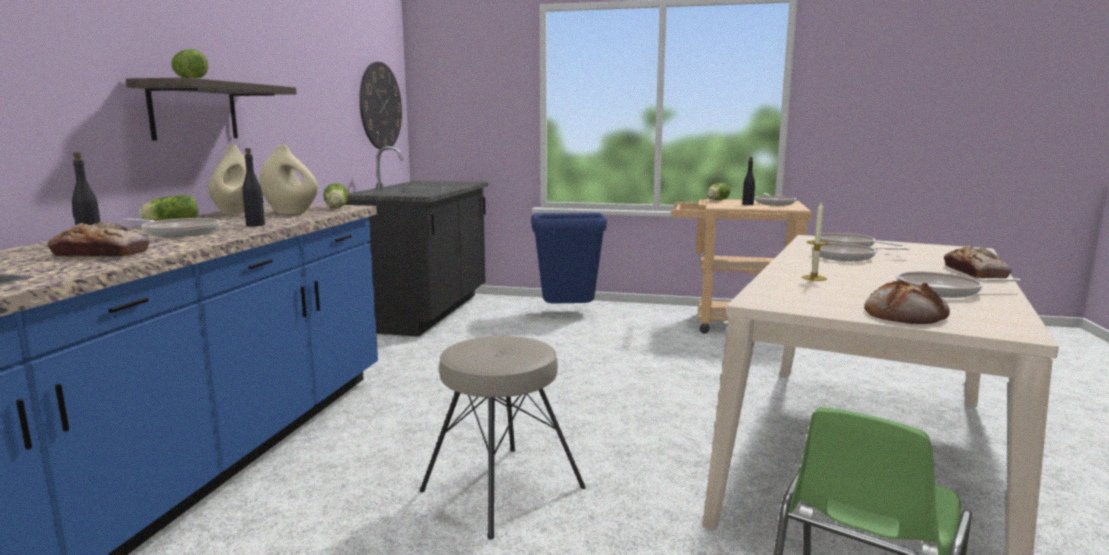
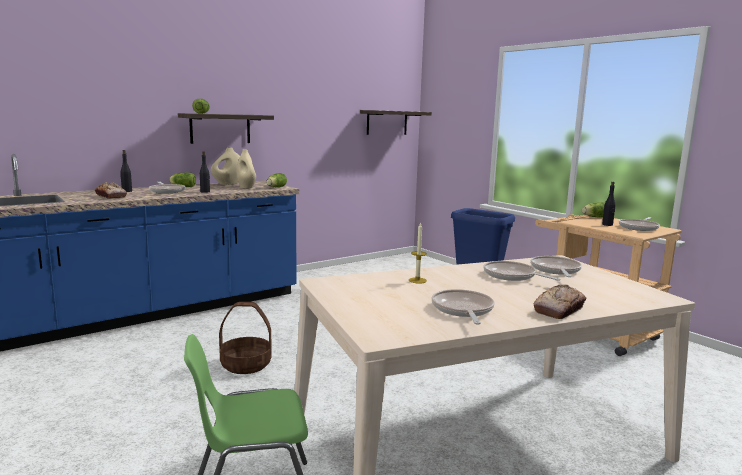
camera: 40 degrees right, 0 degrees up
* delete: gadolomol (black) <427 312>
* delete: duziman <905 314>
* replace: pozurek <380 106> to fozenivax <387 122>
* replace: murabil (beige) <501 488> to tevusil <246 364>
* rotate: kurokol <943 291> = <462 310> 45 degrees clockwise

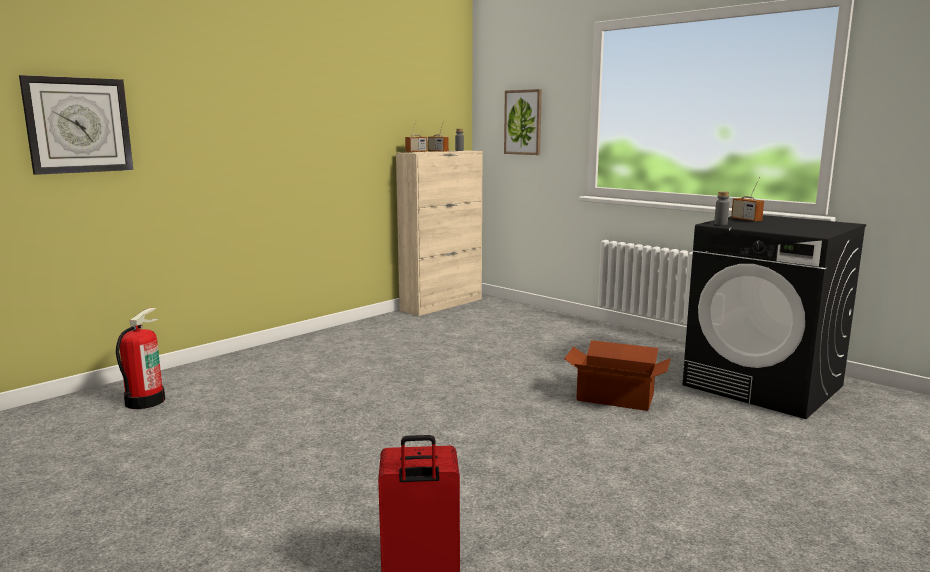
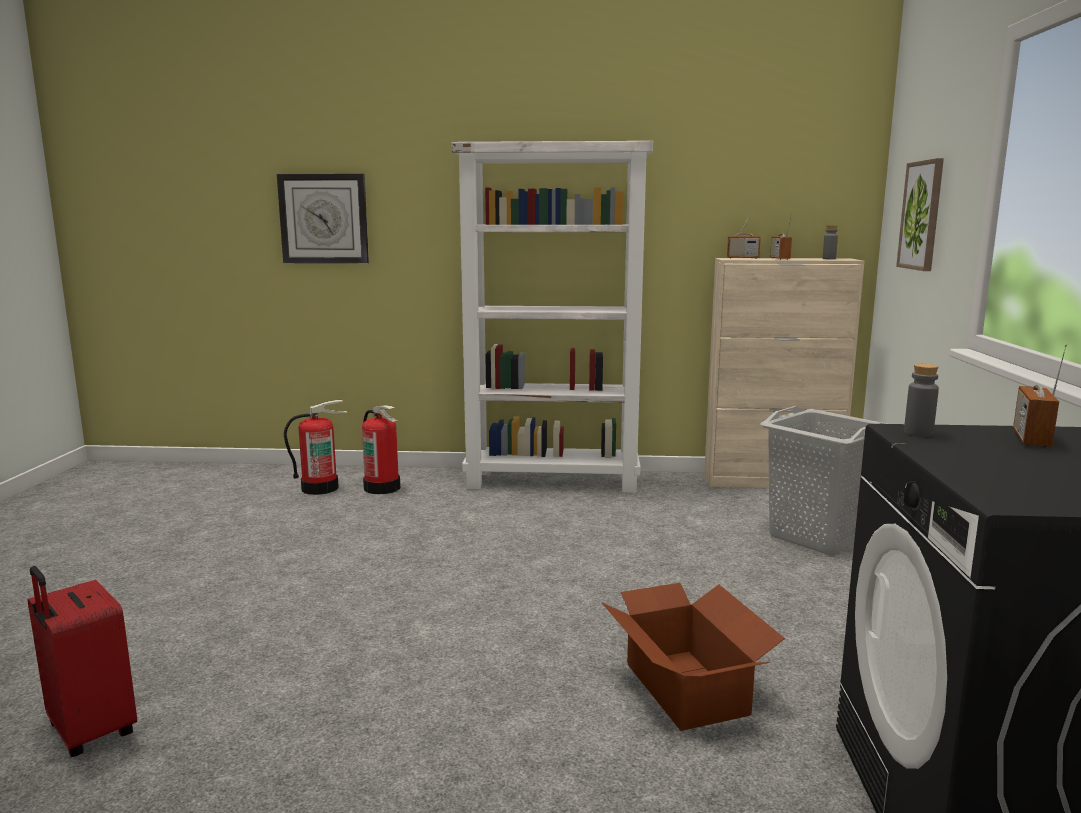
camera: 50 degrees right, 0 degrees up
* insert: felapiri <383 488>
* insert: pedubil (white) <553 481>
* insert: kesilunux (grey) <816 537>

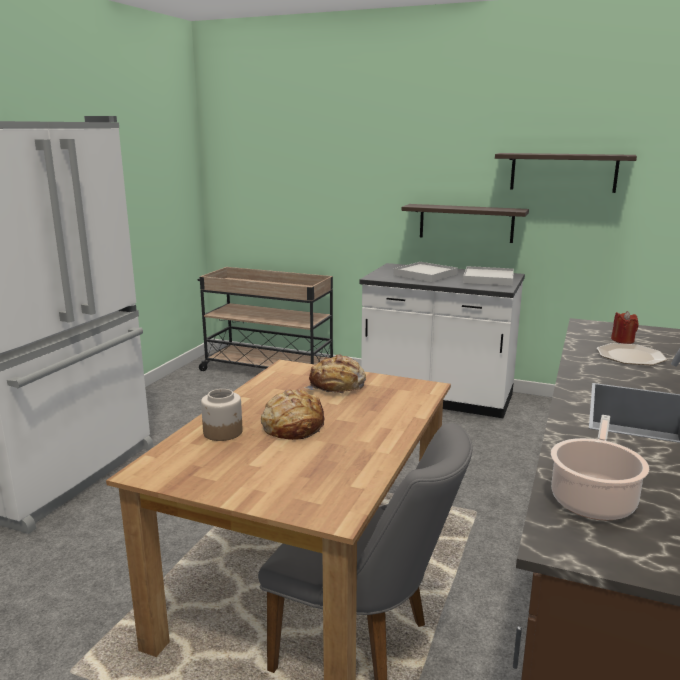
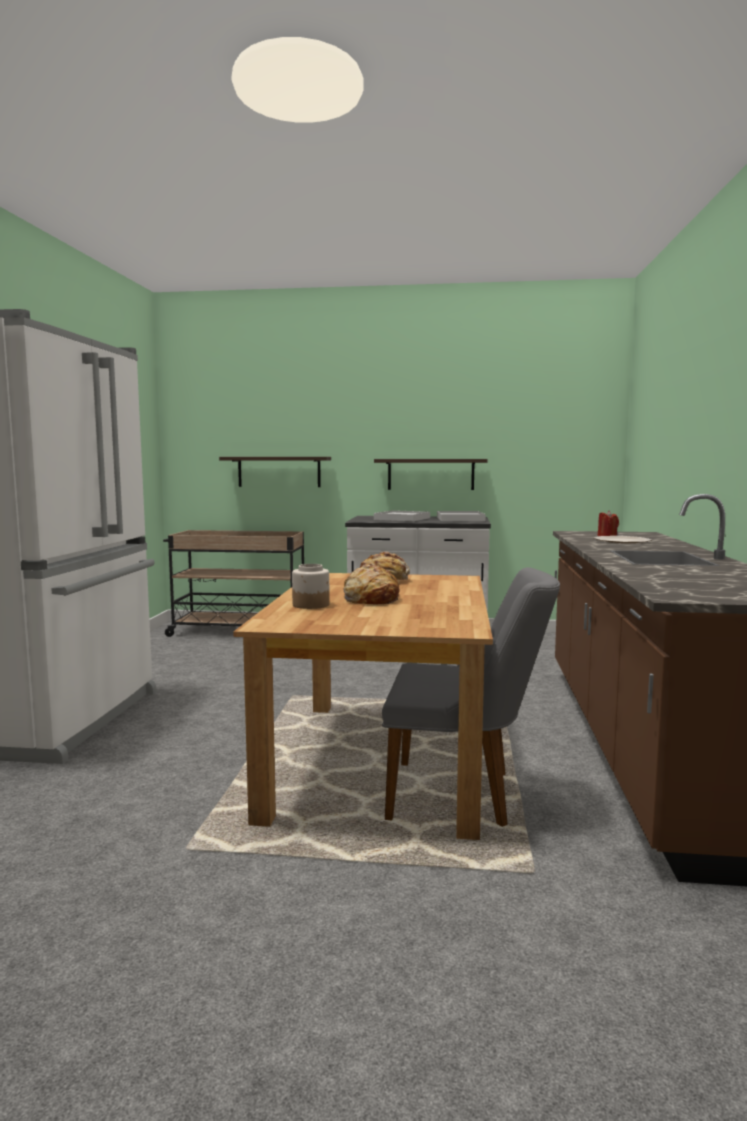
camera: 15 degrees left, 10 degrees down
* delete: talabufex <593 498>
* move: fozenivax <563 172> to <279 471>

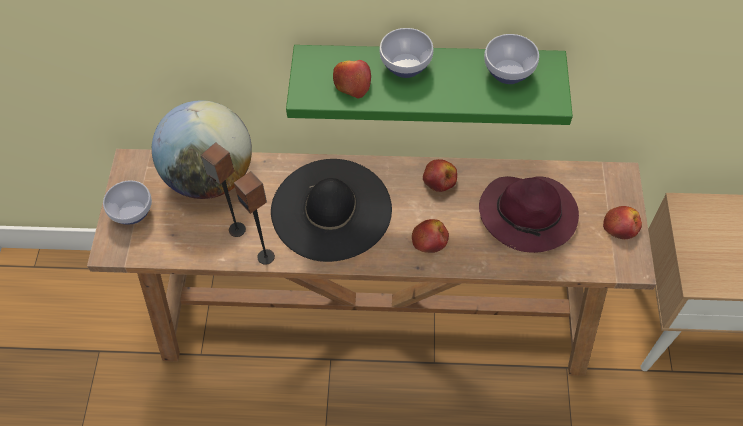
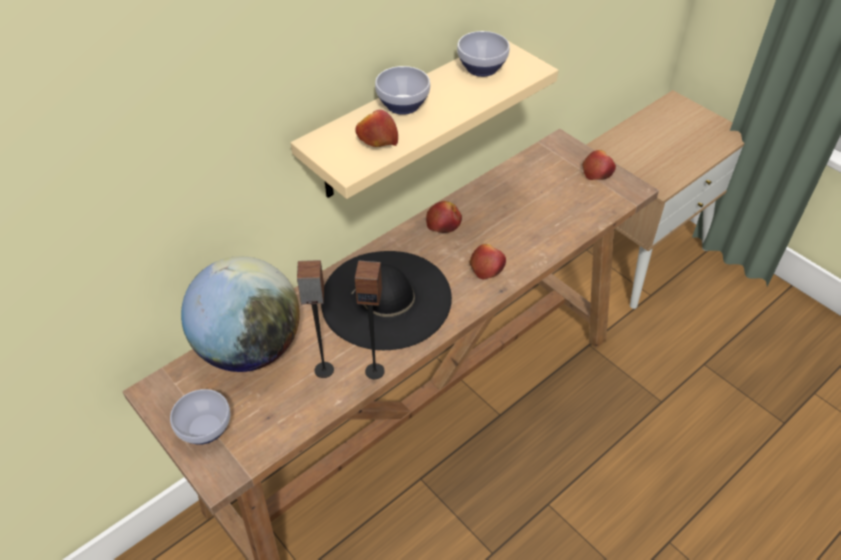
camera: 45 degrees left, 10 degrees down
* delete: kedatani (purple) <529 215>
* recolor: fozenivax (green) <427 75> to fozenivax (beige) <403 120>

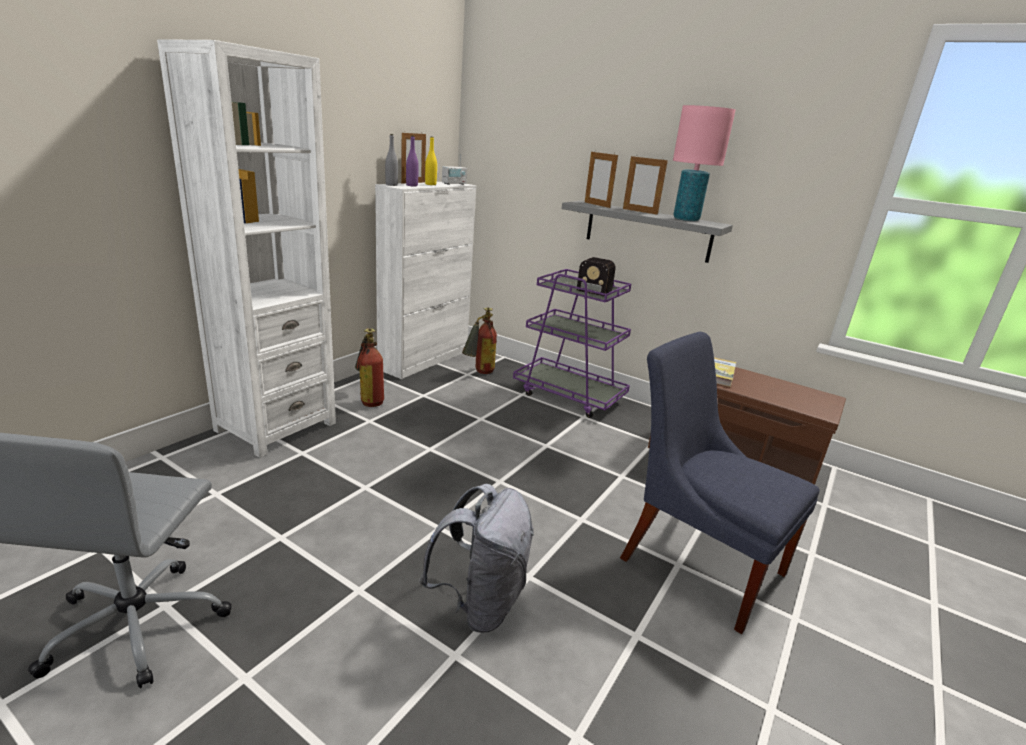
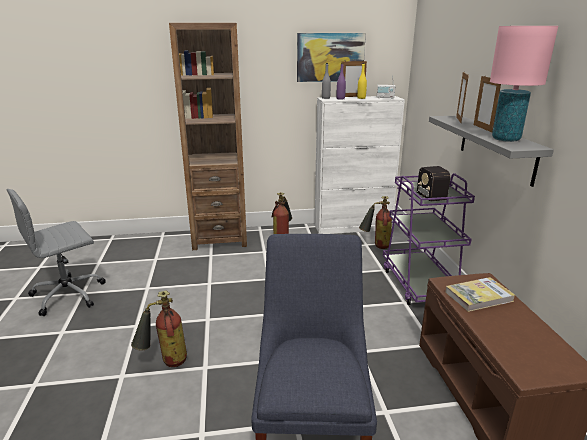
camera: 50 degrees right, 0 degrees up
* insert: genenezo <330 57>
* replace: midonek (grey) <479 603> to felapiri <165 363>
* recolor: pedubil (white) <276 426> to pedubil (brown) <220 238>

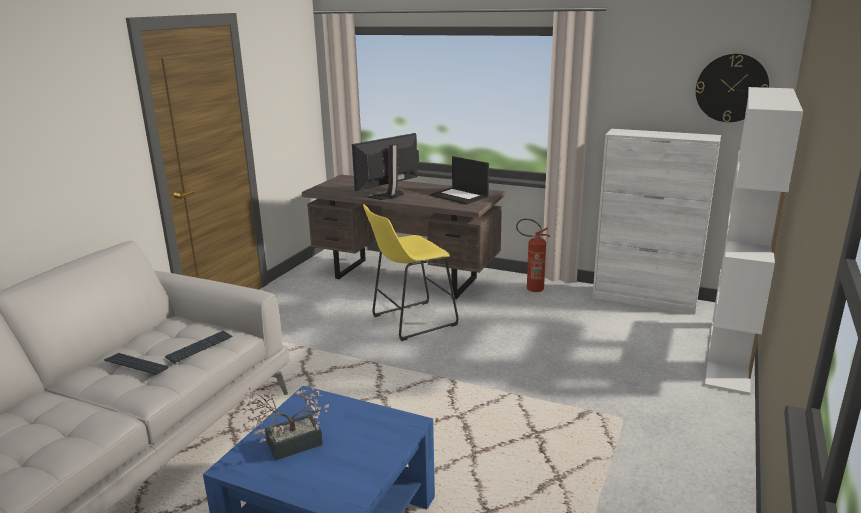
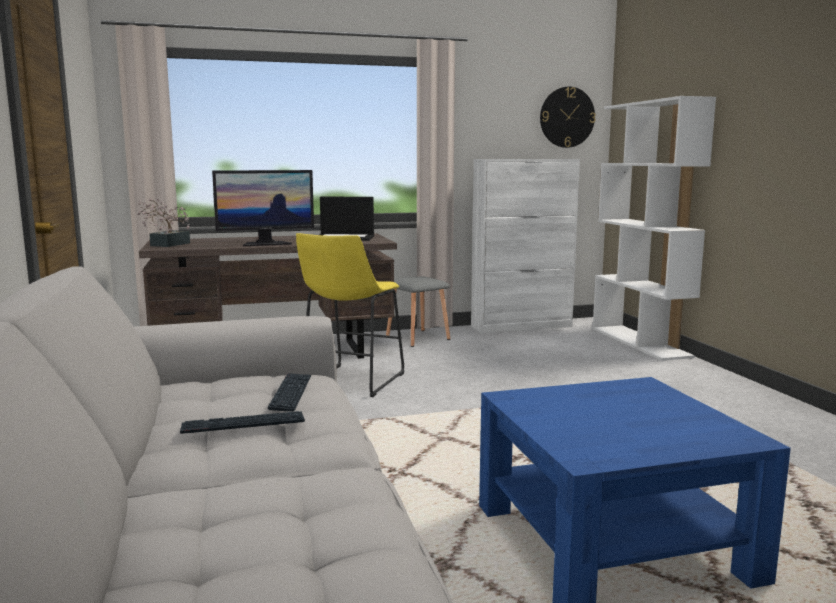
camera: 40 degrees left, 10 degrees down
* move: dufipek <287 445> to <166 245>
* replace: felapiri <530 289> to murabil (grey) <418 338>
* rotate: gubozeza <389 196> = <266 244> 120 degrees counterclockwise

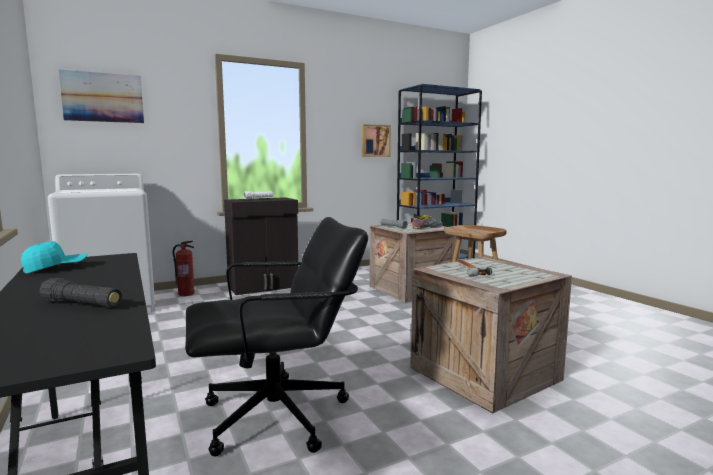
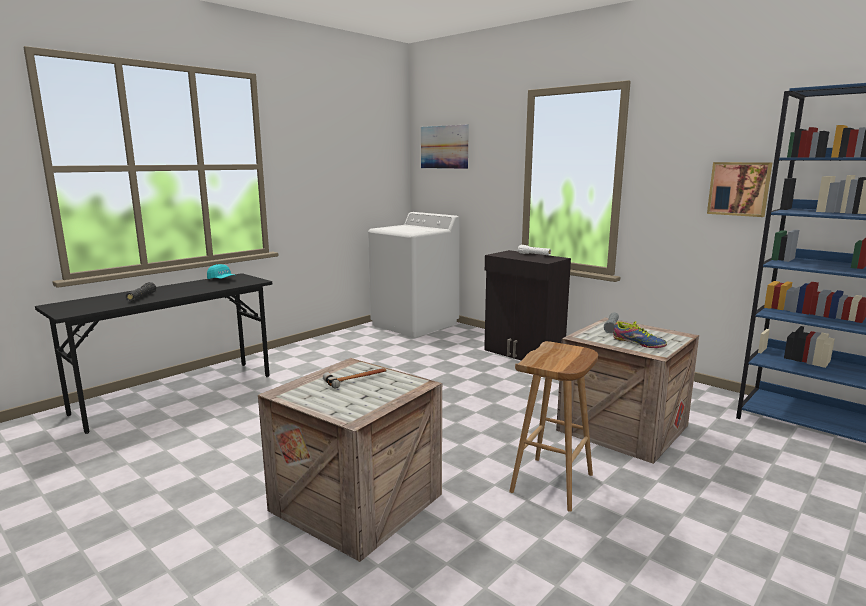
camera: 70 degrees right, 5 degrees up
* delete: felapiri <186 294>
* delete: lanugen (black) <277 416>

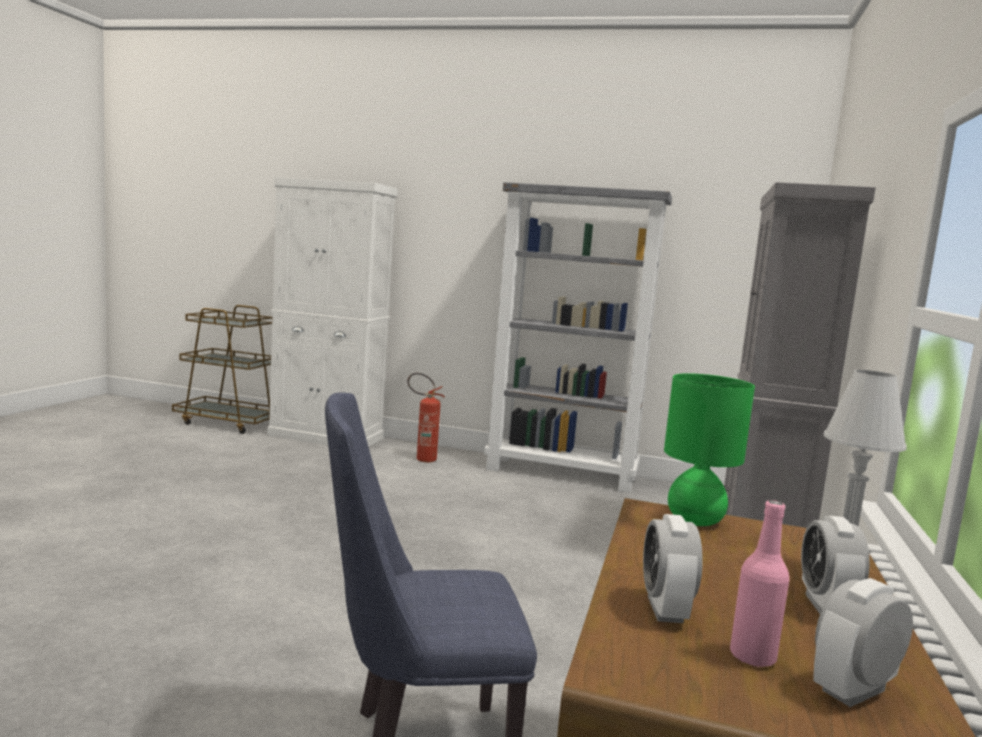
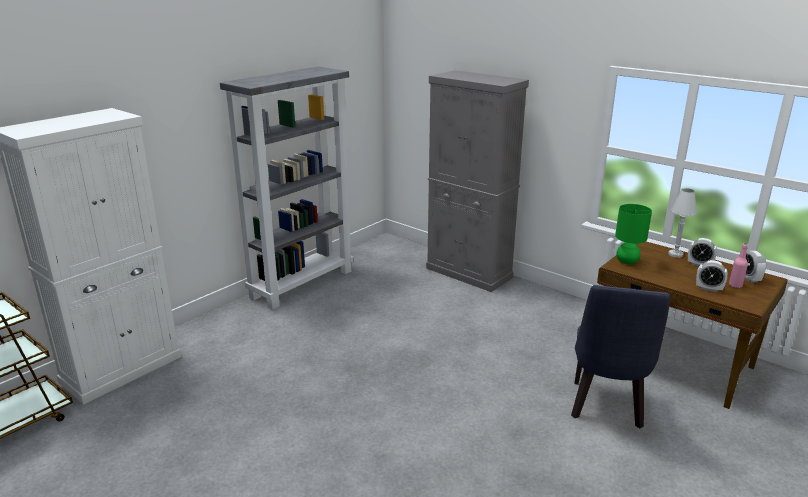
camera: 65 degrees left, 15 degrees up
* delete: felapiri <421 459>

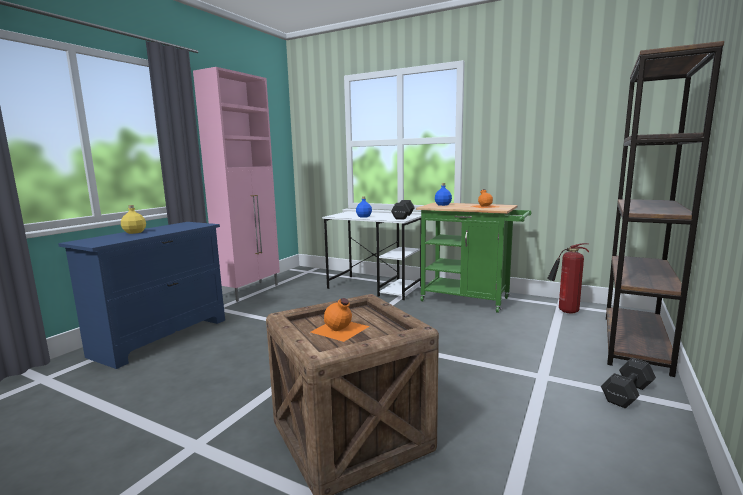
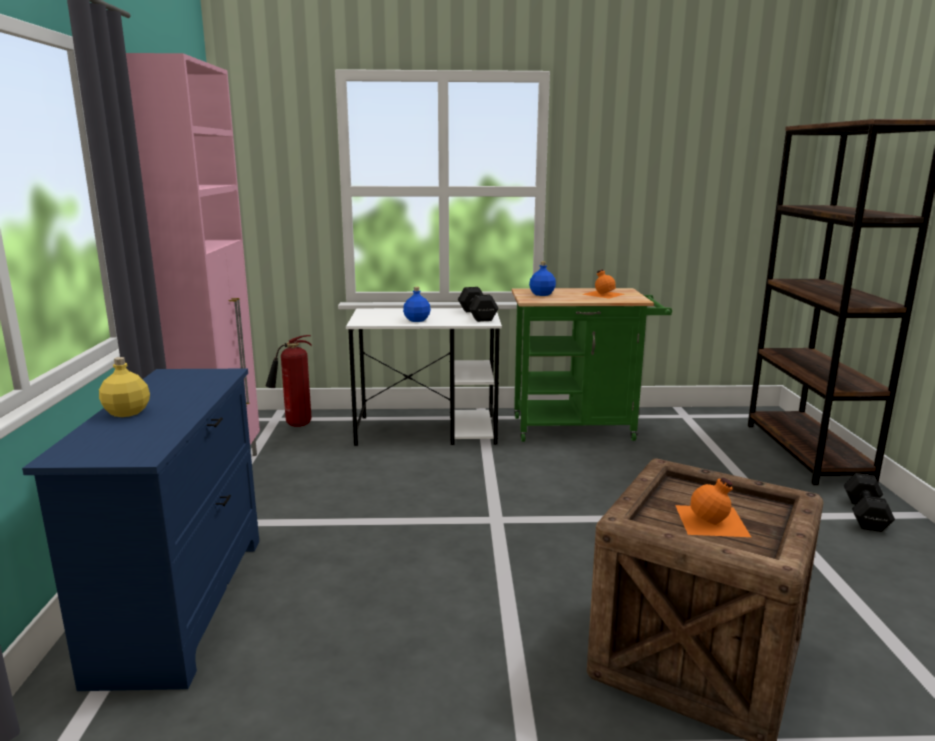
camera: 30 degrees left, 5 degrees up
* move: felapiri <565 312> to <295 425>

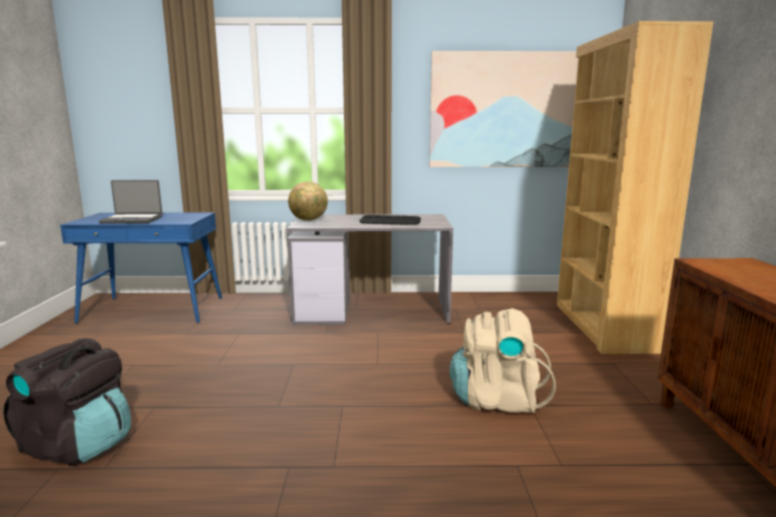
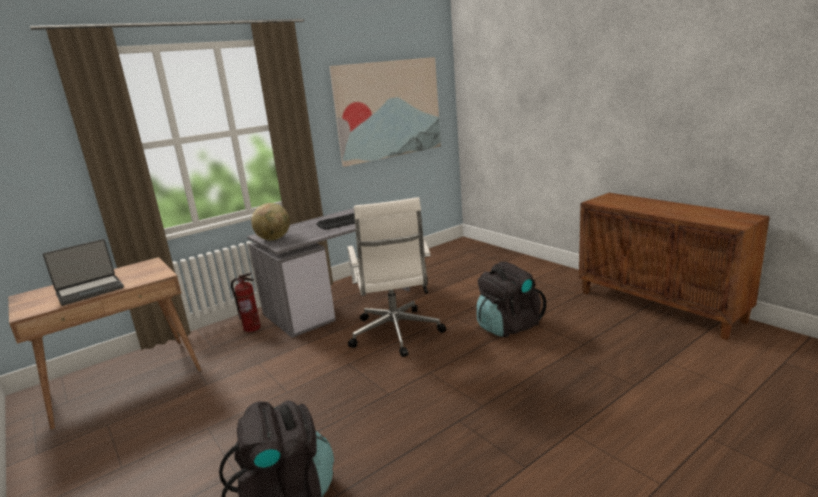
camera: 35 degrees left, 5 degrees up
* delete: pedubil (brown) <603 326>
* insert: felapiri <252 328>
* insert: lanugen (white) <395 334>
* recolor: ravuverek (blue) <154 310> to ravuverek (brown) <125 380>
* recolor: midonek (beige) <497 399> to midonek (black) <508 326>

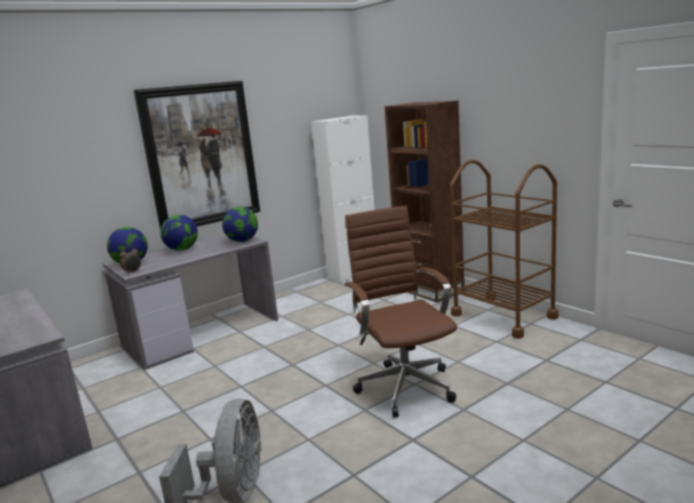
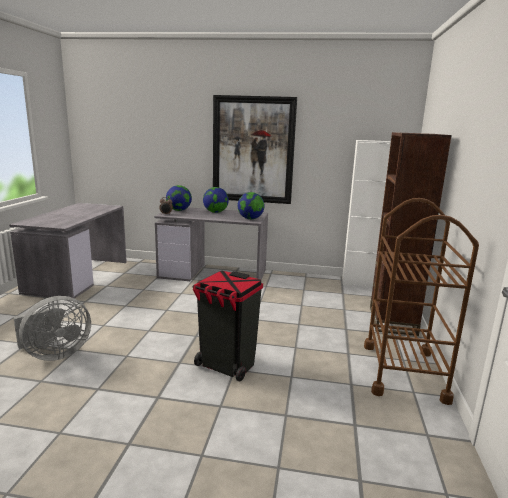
camera: 45 degrees right, 0 degrees up
* replace: lanugen (brown) <404 385> to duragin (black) <227 366>

